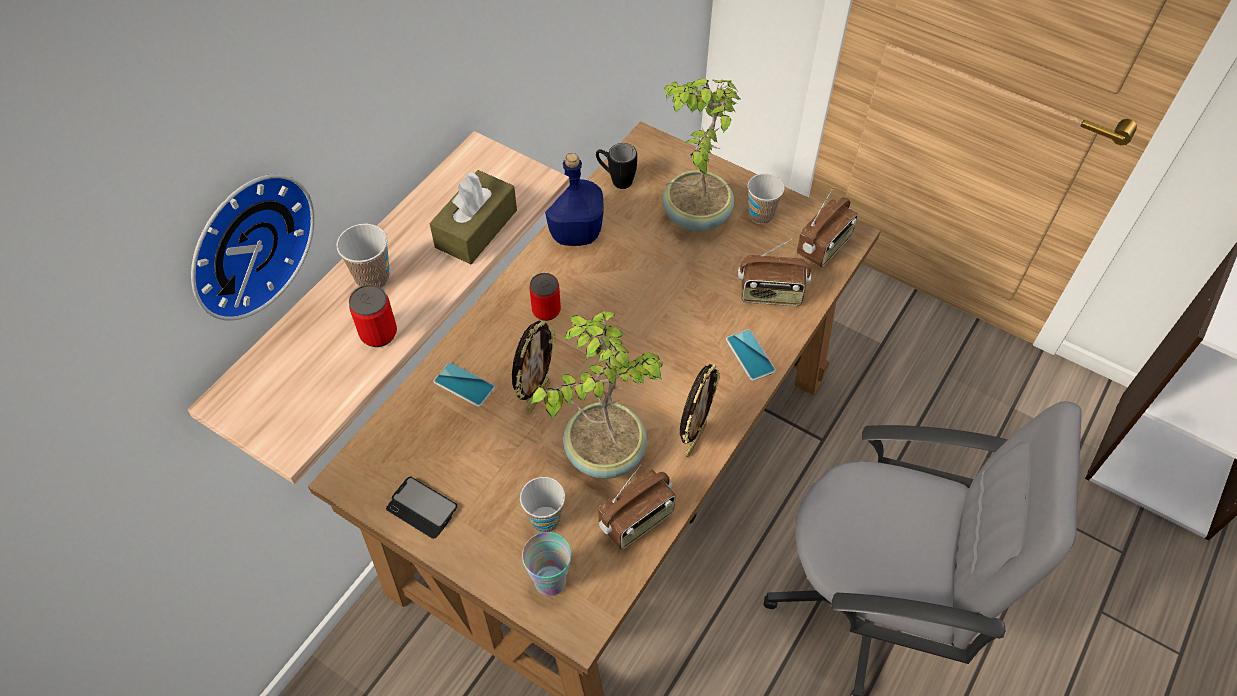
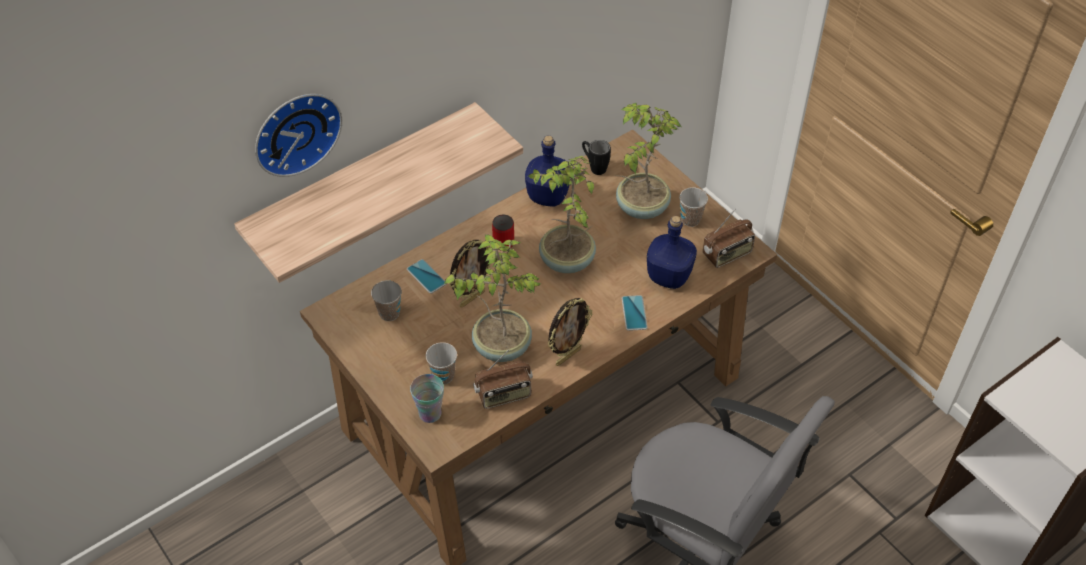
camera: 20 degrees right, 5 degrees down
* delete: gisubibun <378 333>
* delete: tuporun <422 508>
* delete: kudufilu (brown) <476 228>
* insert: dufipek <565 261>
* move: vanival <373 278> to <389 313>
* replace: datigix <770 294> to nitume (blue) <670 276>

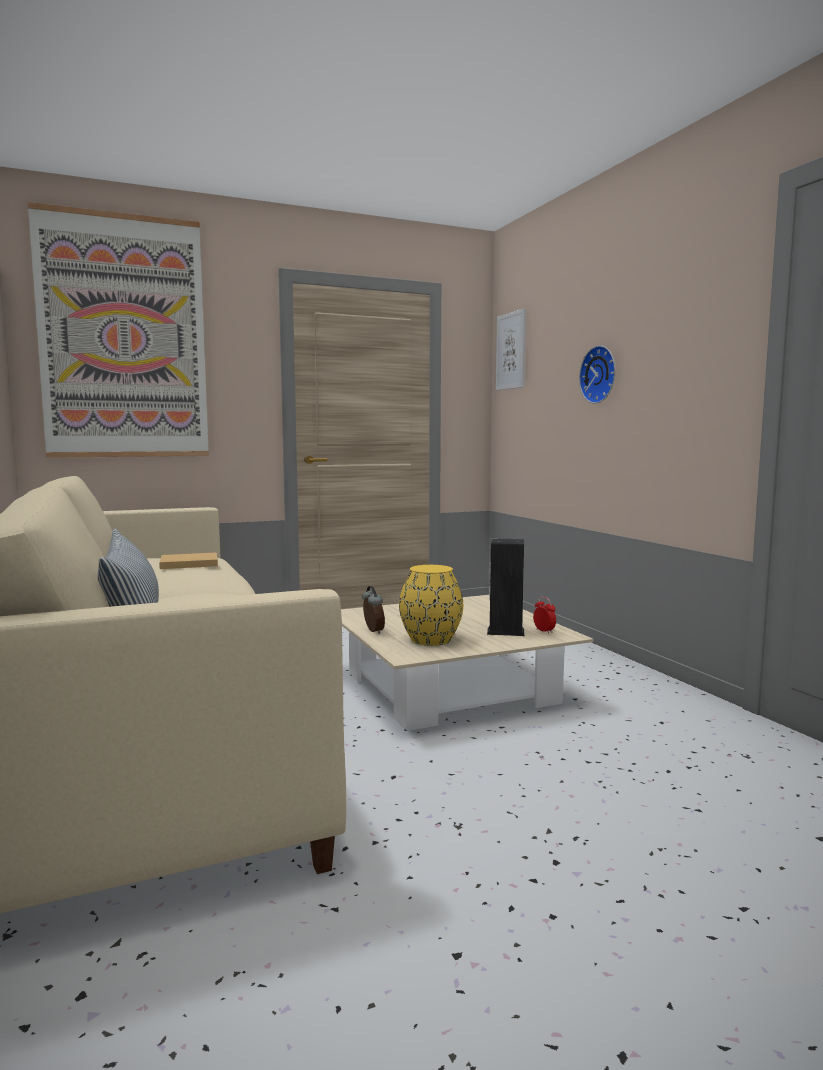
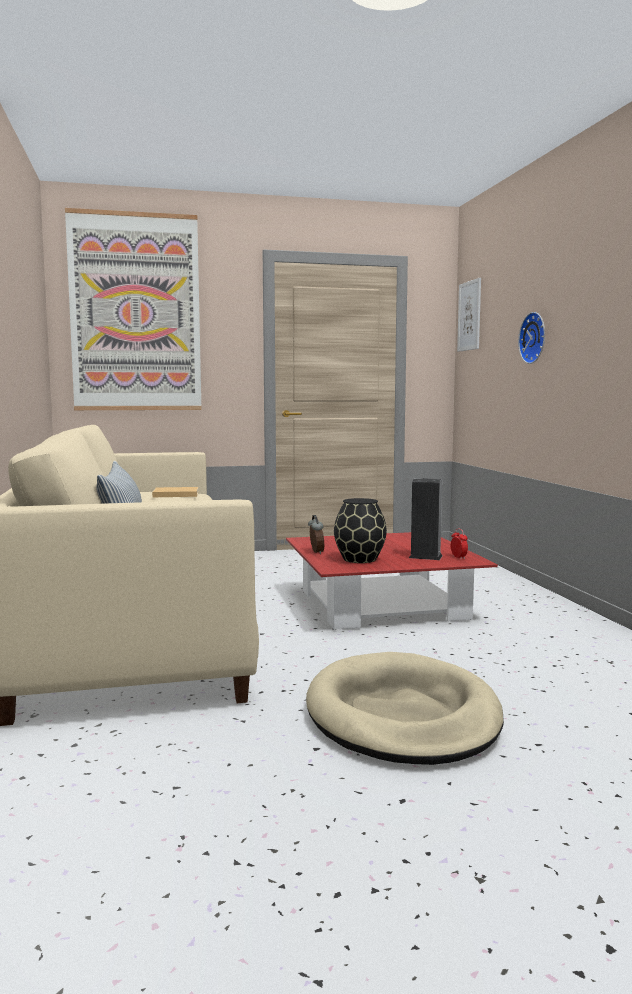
camera: 10 degrees right, 0 degrees up
* insert: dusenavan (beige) <402 716>
* recolor: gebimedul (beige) <448 688> to gebimedul (red) <380 604>
* recolor: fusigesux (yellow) <430 640> to fusigesux (black) <359 559>

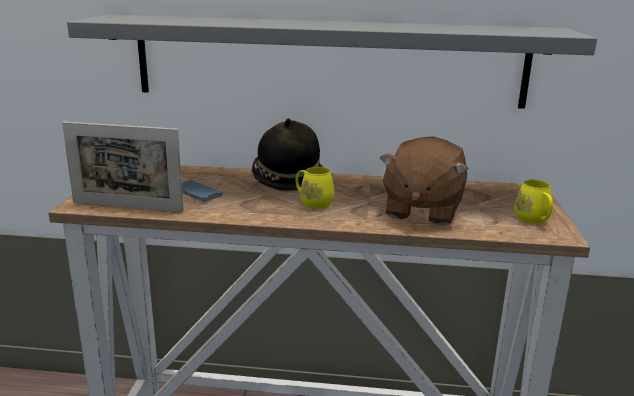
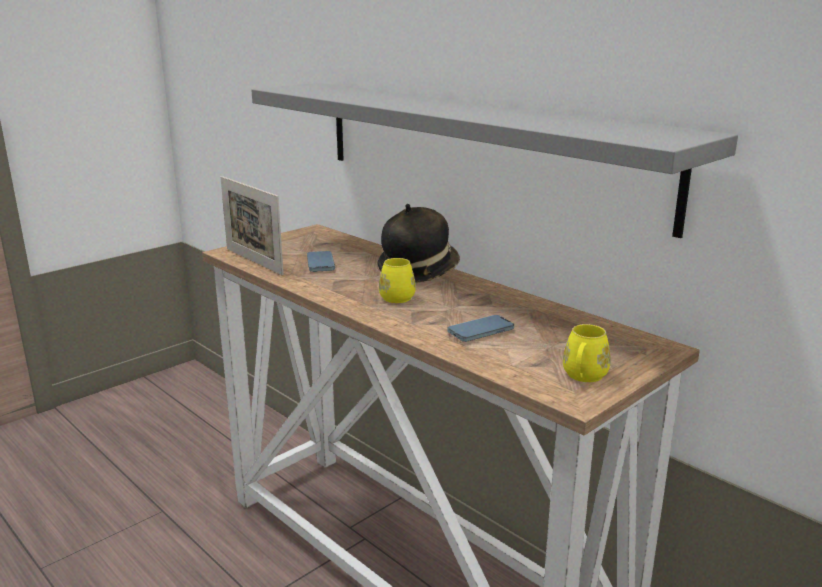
camera: 40 degrees right, 0 degrees up
* replace: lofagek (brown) <421 210> to tuporun <480 331>

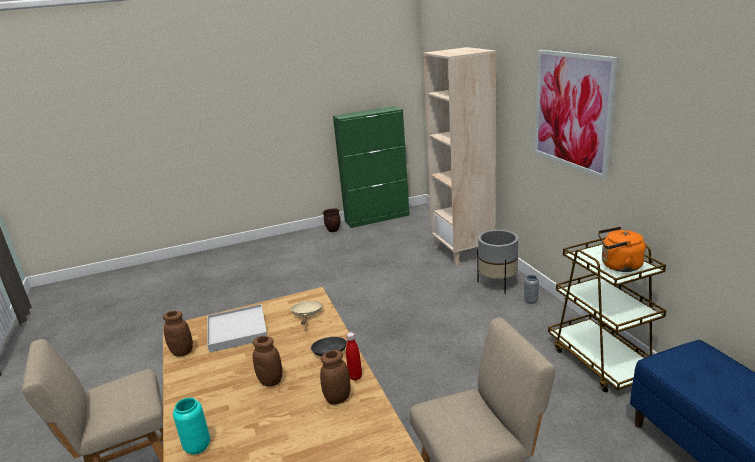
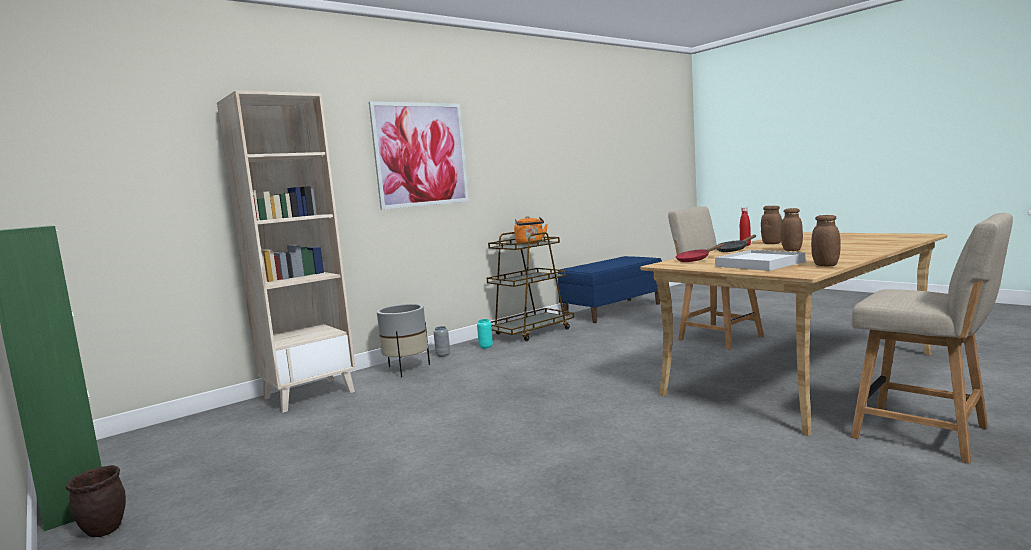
camera: 110 degrees left, 15 degrees down
* move: fusigesux (turquoise) <197 446> to <486 347>
* recolor: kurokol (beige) <307 314> to kurokol (red) <695 260>

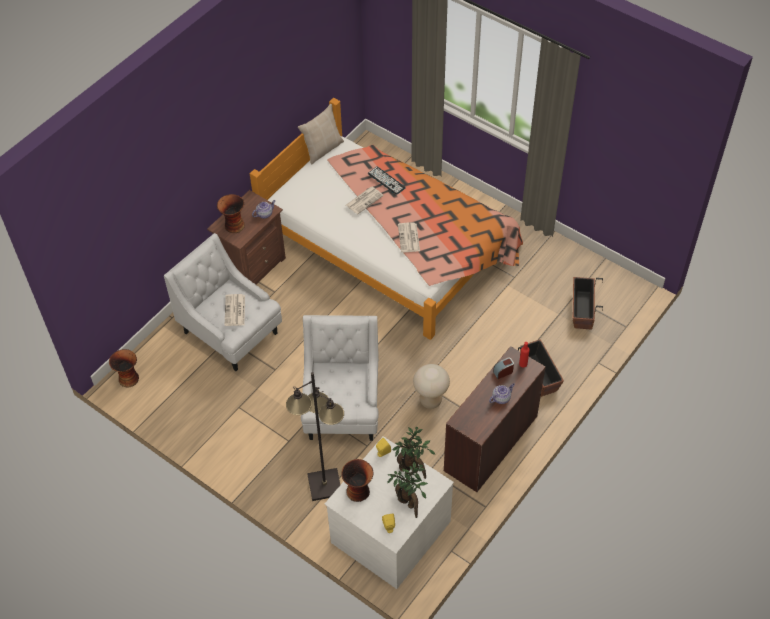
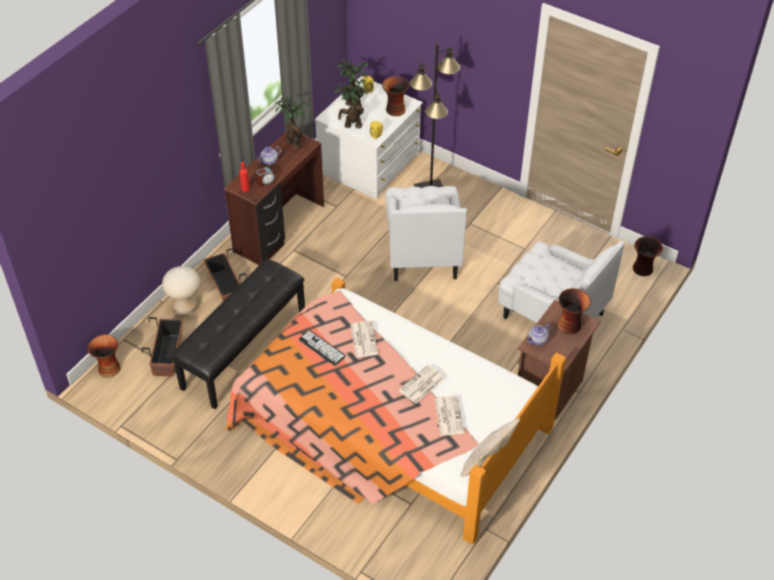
camera: 175 degrees right, 5 degrees down
* insert: fusigesux <108 368>
* insert: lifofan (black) <244 350>
* insert: dufipek <293 142>
* move: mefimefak <235 311> to <448 415>
* move: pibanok <386 181> to <322 348>
* move: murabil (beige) <430 401> to <186 308>

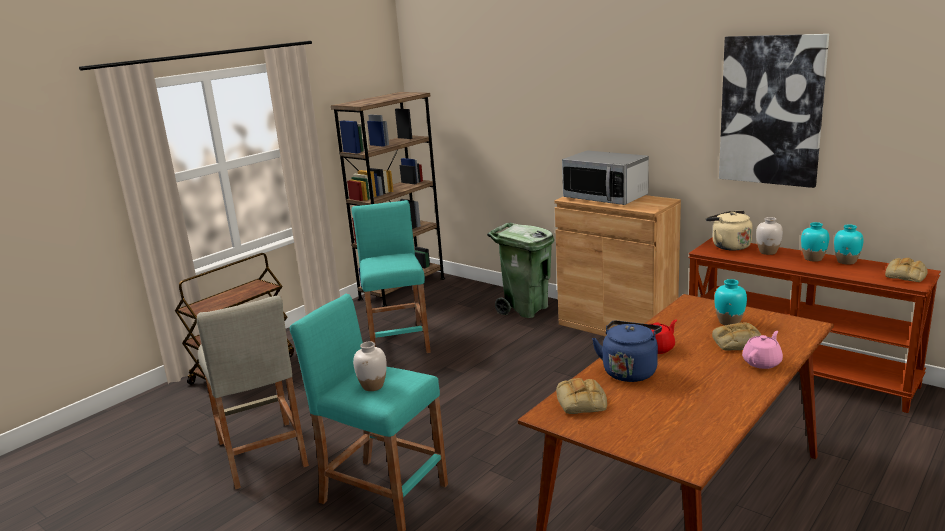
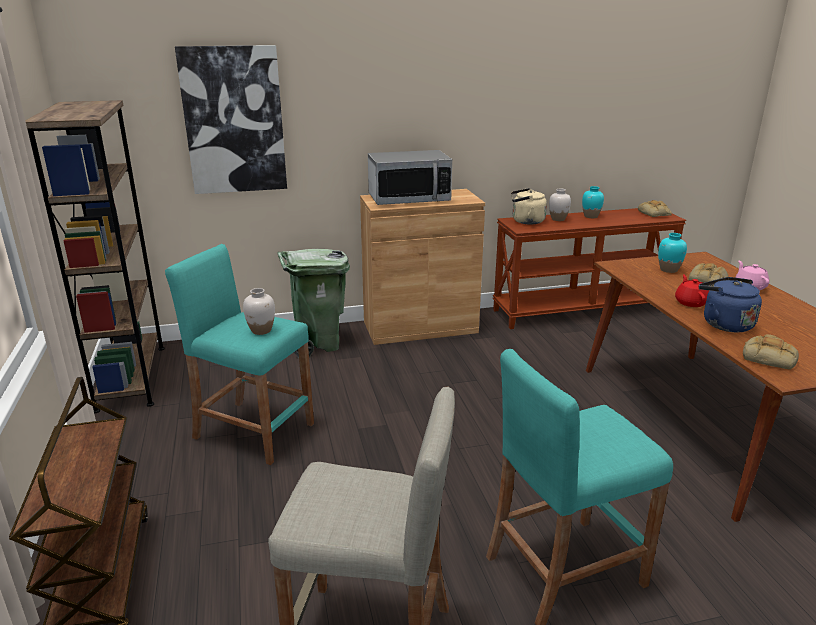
camera: 55 degrees left, 5 degrees up
* delete: fusigesux (turquoise) <846 261>
* move: fusigesux (white) <373 386> to <261 330>
* move: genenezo <771 110> to <234 121>

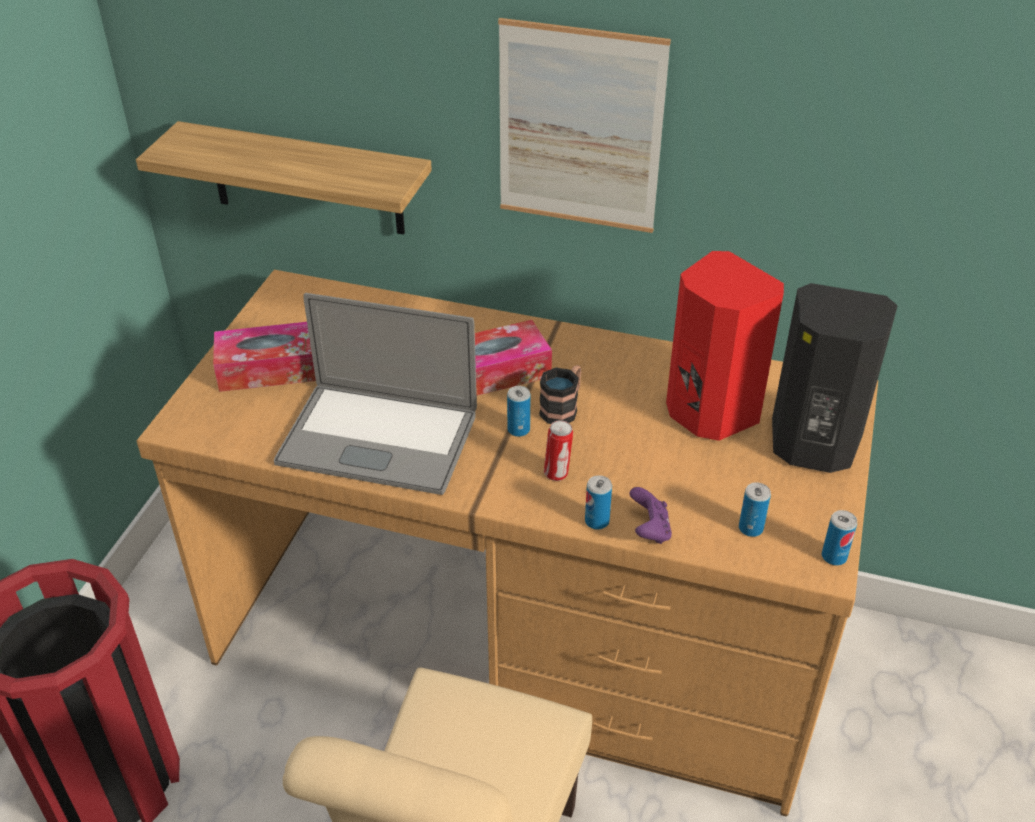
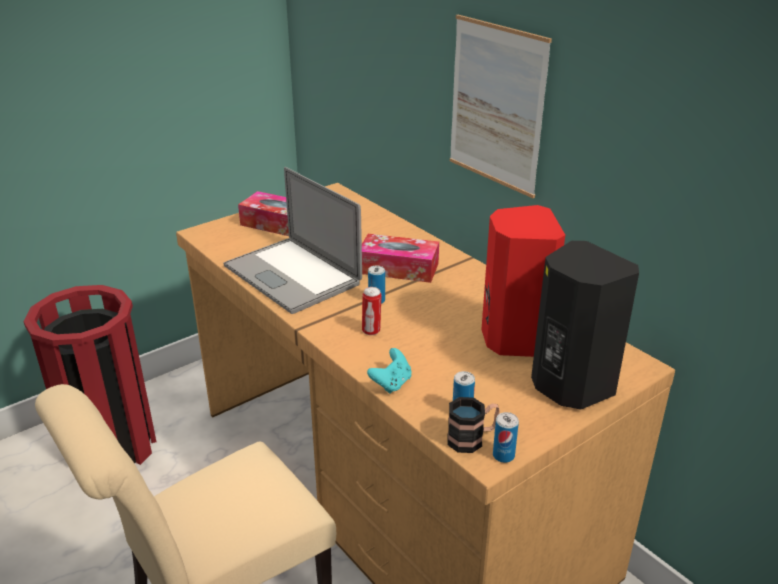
camera: 35 degrees right, 10 degrees down
* delete: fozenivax <306 179>
* delete: gisubibun <597 521>
* move: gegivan <563 408> to <472 438>
* recolor: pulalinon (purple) <649 530> to pulalinon (turquoise) <391 383>

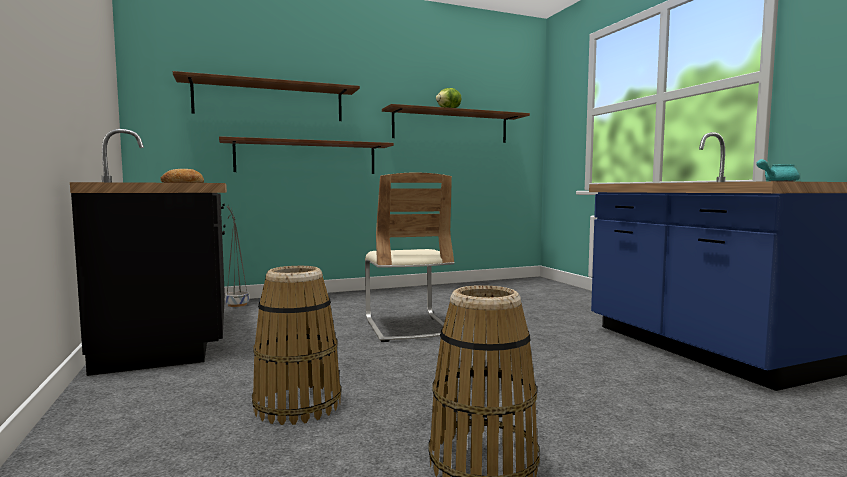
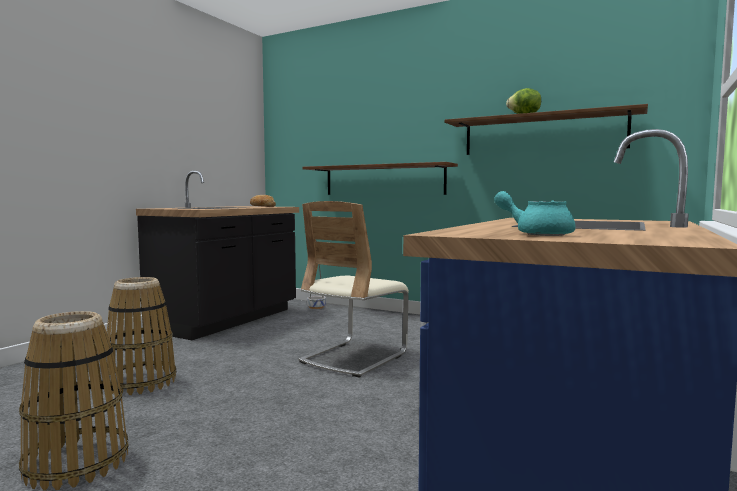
camera: 50 degrees right, 0 degrees up
* delete: fozenivax (brown) <270 101>

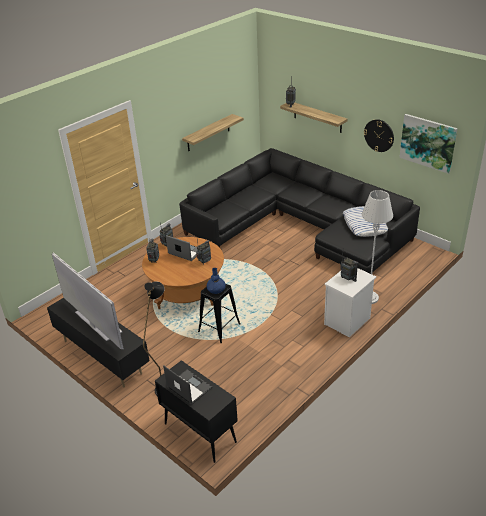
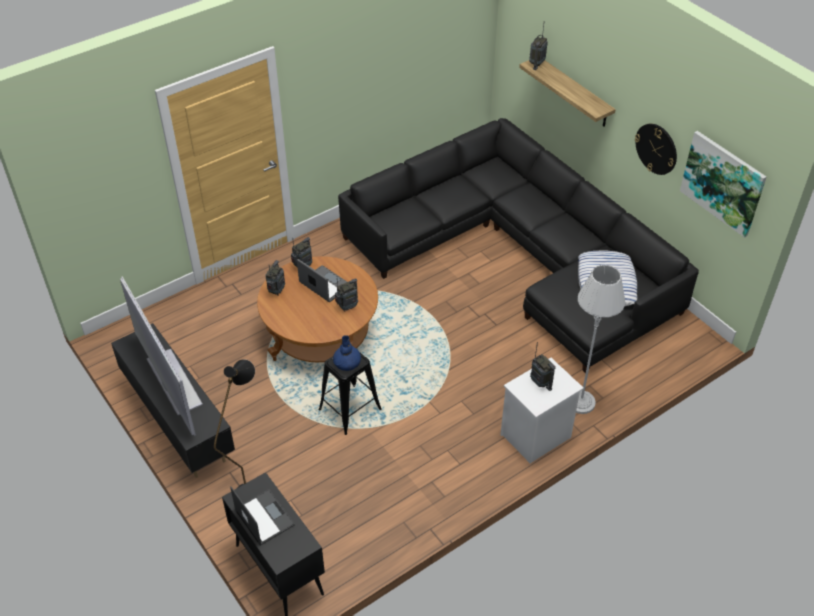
camera: 10 degrees right, 10 degrees up
* delete: fozenivax <208 133>

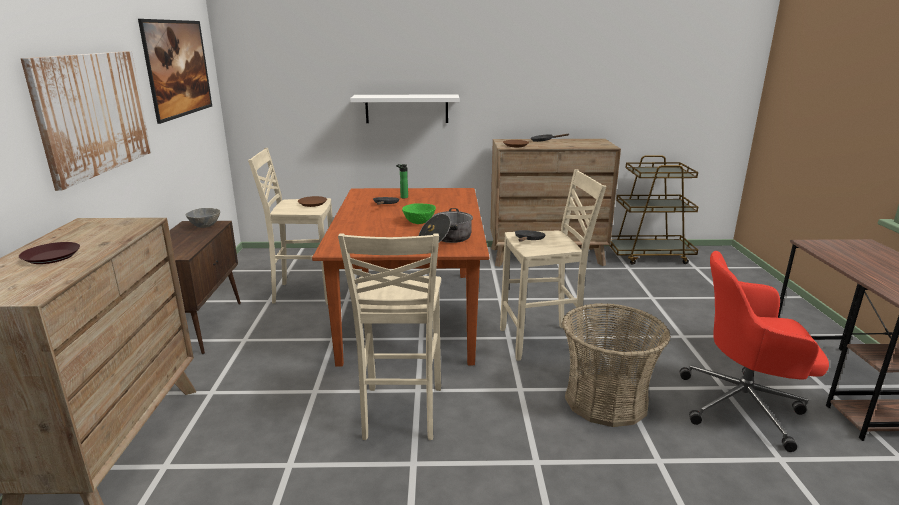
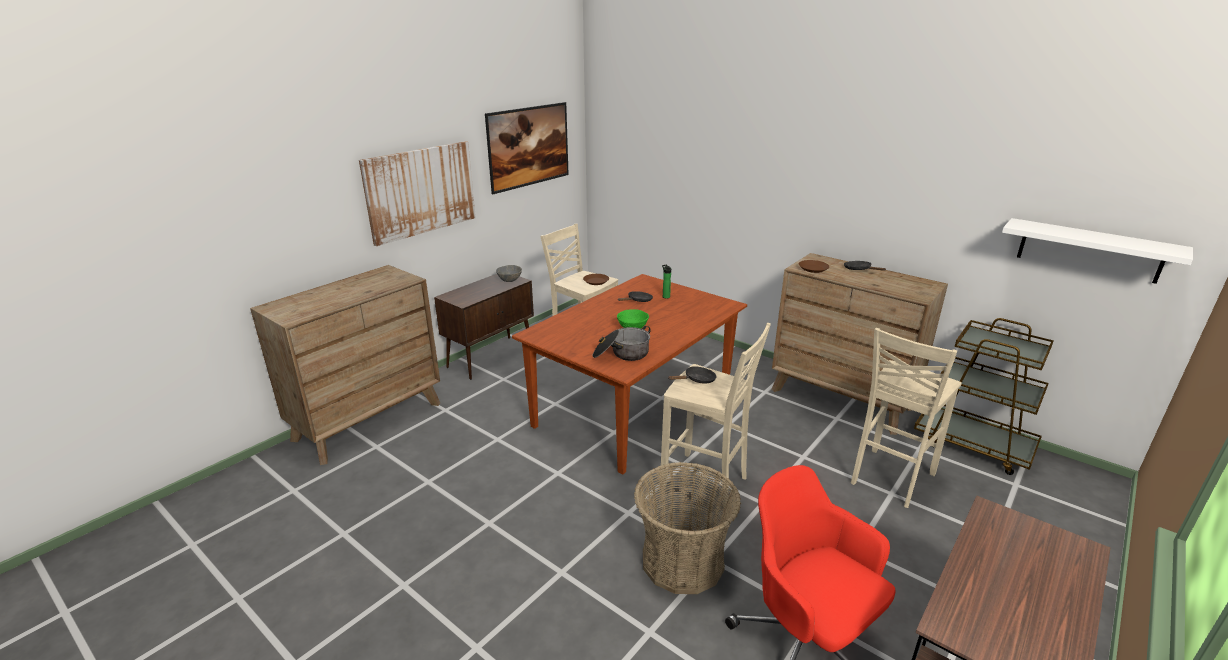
camera: 40 degrees right, 5 degrees up
* delete: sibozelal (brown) <52 257>
* move: murabil (beige) <400 414> to <889 479>
* move: fozenivax (white) <406 108> to <1089 250>

